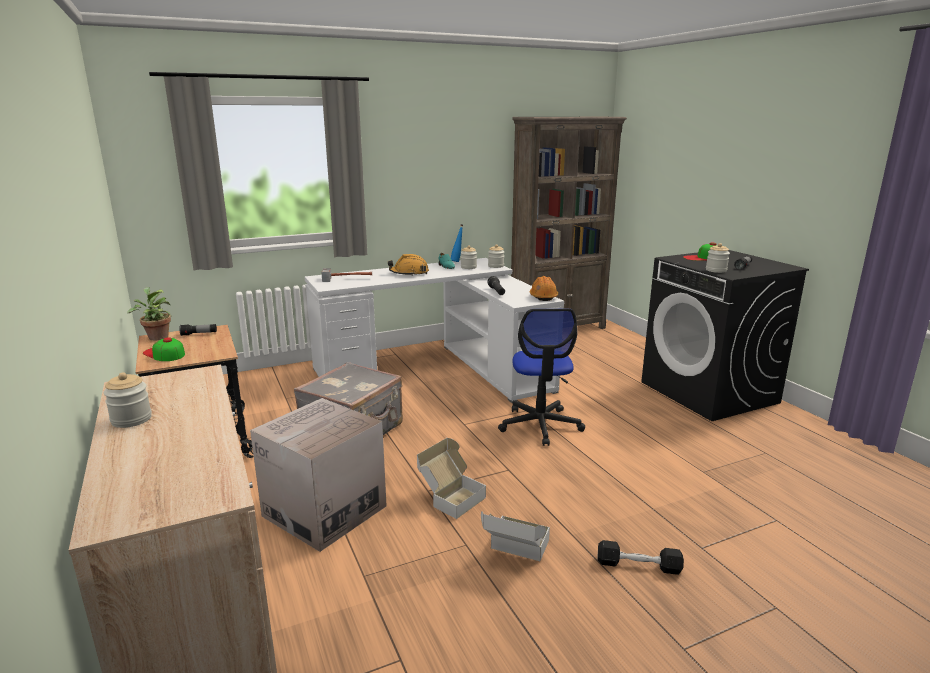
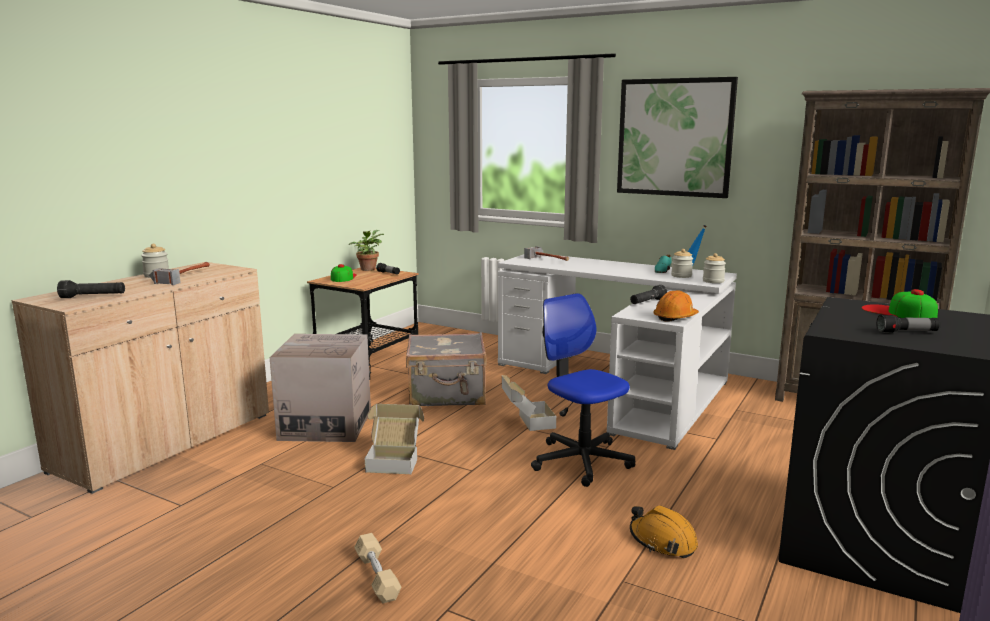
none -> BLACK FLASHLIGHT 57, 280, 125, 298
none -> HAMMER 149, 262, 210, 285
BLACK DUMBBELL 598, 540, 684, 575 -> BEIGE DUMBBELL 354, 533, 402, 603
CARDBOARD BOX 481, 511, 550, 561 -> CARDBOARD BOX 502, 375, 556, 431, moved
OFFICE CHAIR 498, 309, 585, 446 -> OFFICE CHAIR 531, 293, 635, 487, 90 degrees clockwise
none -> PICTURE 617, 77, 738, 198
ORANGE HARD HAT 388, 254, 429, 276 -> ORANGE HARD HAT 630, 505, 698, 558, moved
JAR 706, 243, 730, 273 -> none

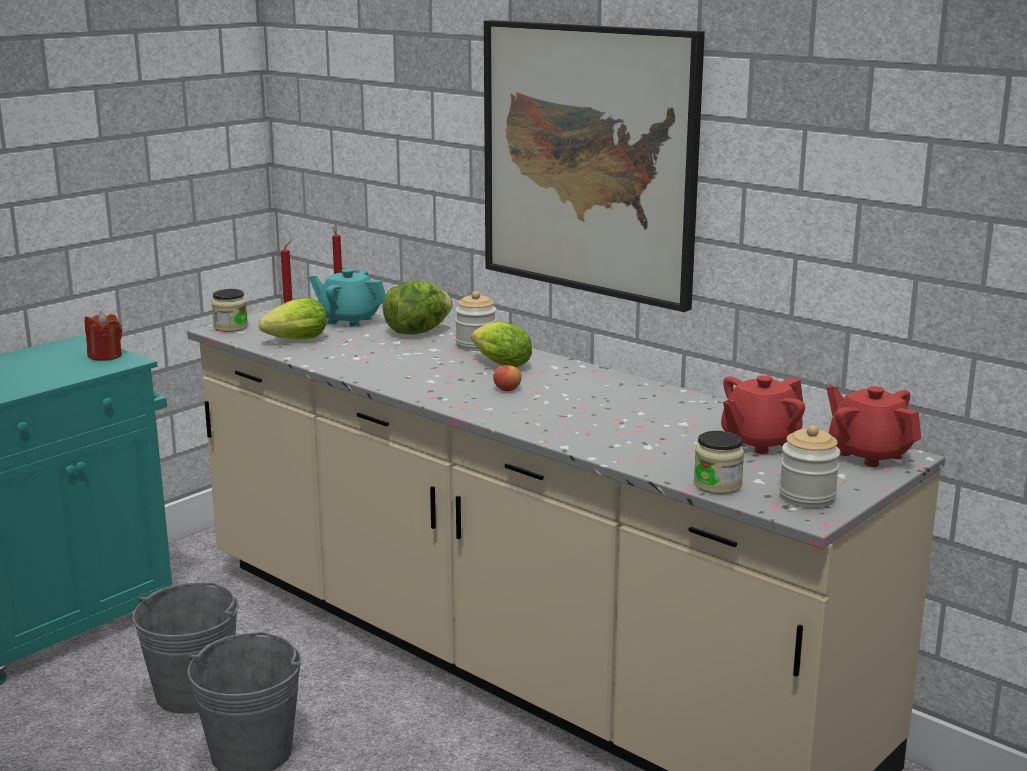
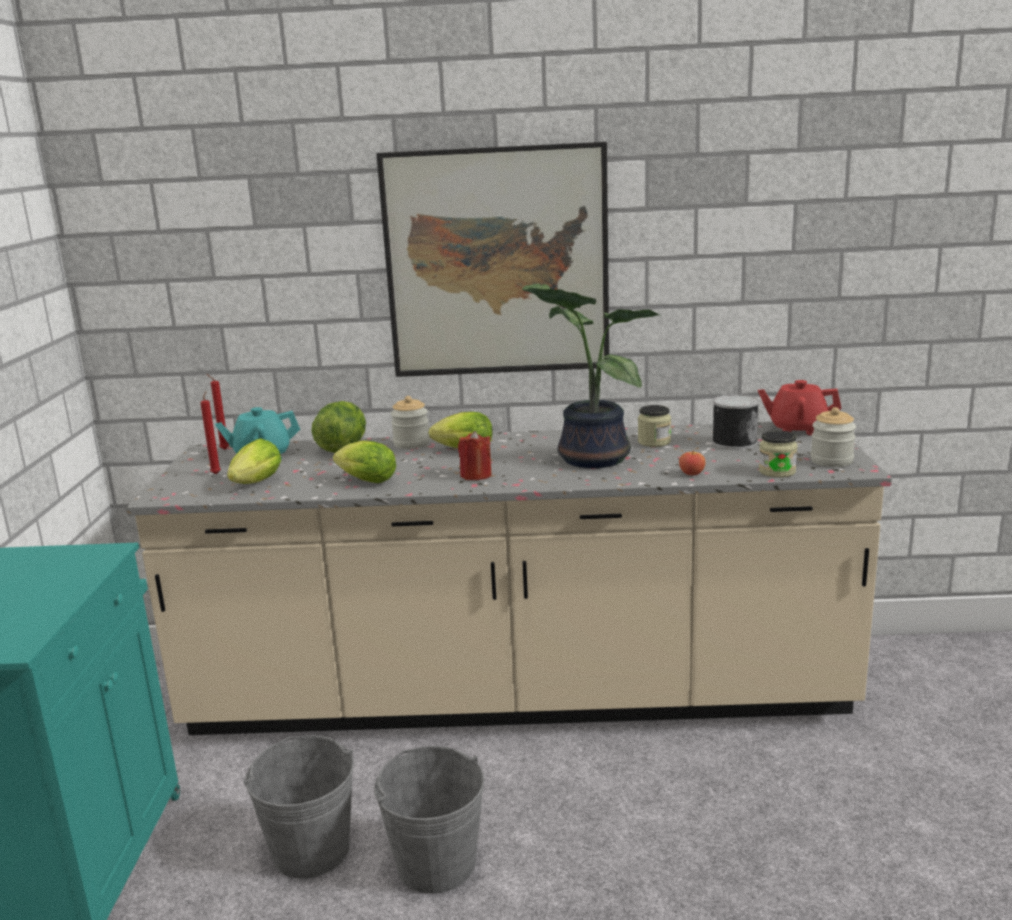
none -> LETTUCE 333, 441, 396, 483
RED CANDLE 85, 311, 122, 361 -> RED CANDLE 458, 431, 492, 480, moved
none -> POTTED PLANT 522, 284, 659, 468
JAR 211, 289, 248, 332 -> JAR 638, 405, 671, 447, moved
APPLE 493, 364, 522, 391 -> APPLE 679, 450, 706, 475, moved
RED TEAPOT 721, 375, 805, 454 -> CAN 712, 394, 759, 450

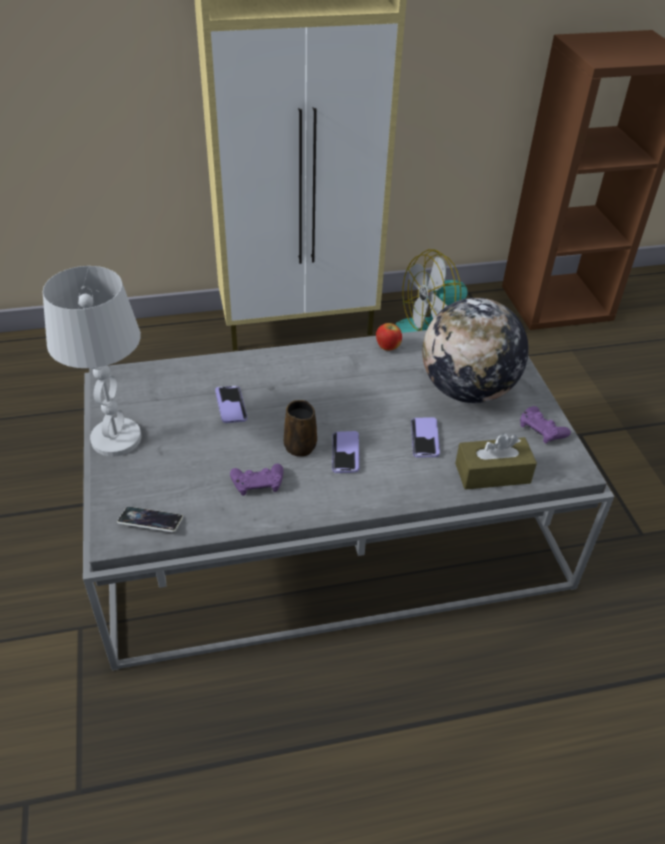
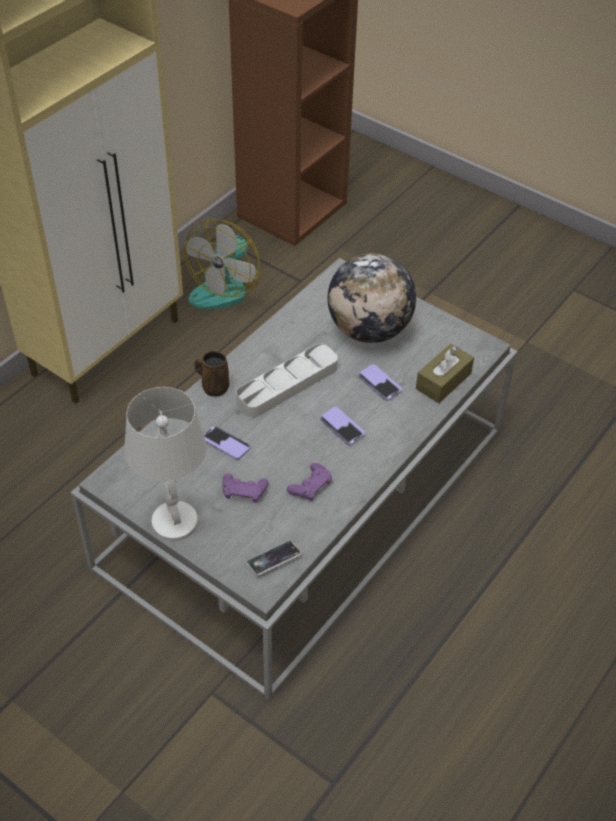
BROWN MUG 284, 400, 317, 457 -> BROWN MUG 195, 351, 229, 397, moved
PURPLE GAME CONTROLLER 520, 406, 571, 444 -> PURPLE GAME CONTROLLER 222, 473, 269, 503, moved
none -> GREY TRAY 236, 344, 338, 417
APPLE 376, 323, 402, 351 -> none

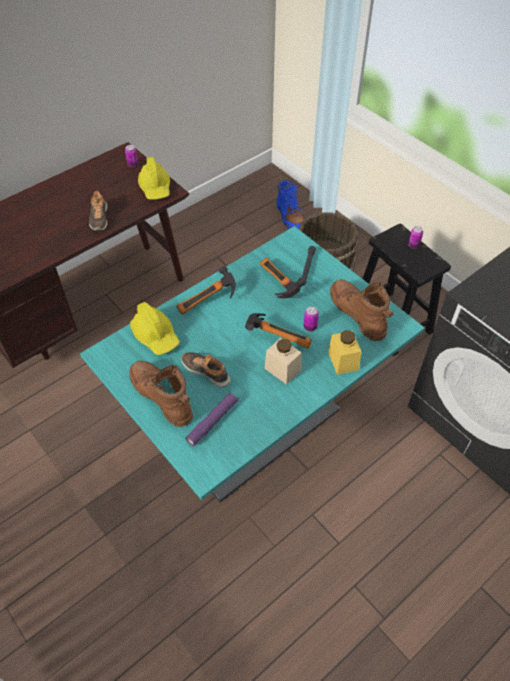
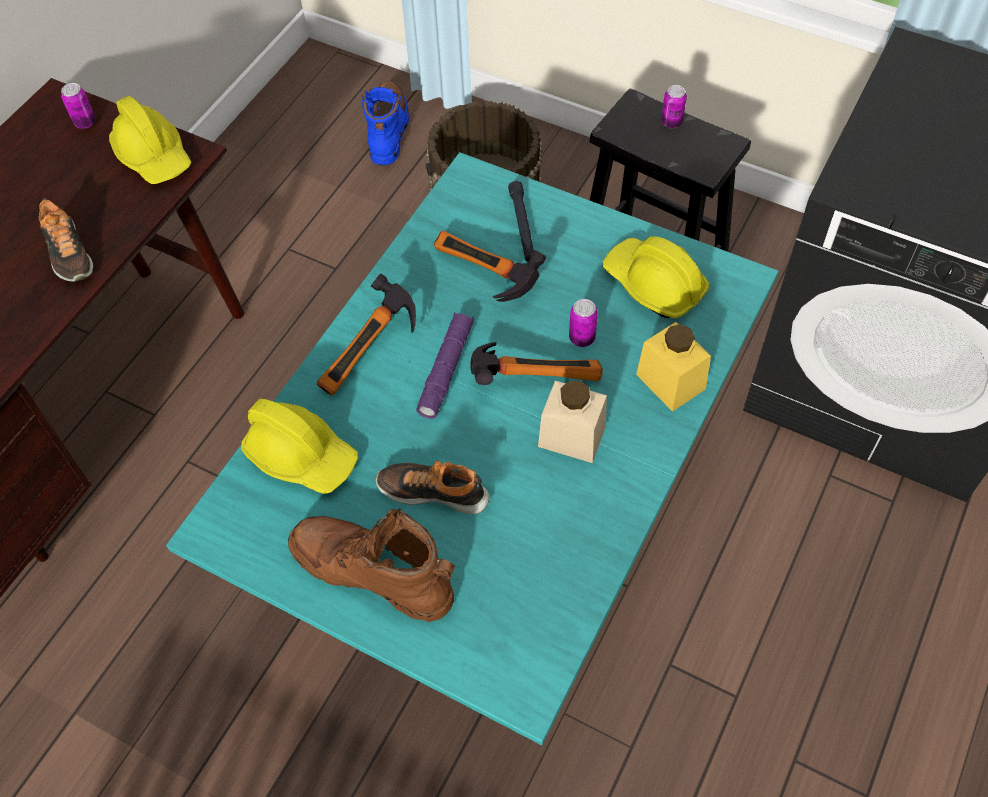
BLUE BOOT 276, 177, 305, 229 -> BLUE BOOT 361, 81, 409, 166, 135 degrees counterclockwise
PURPLE FLASHLIGHT 185, 392, 239, 446 -> PURPLE FLASHLIGHT 416, 312, 474, 419, moved
BROWN BOOT 330, 279, 393, 341 -> YELLOW HARD HAT 603, 236, 709, 318

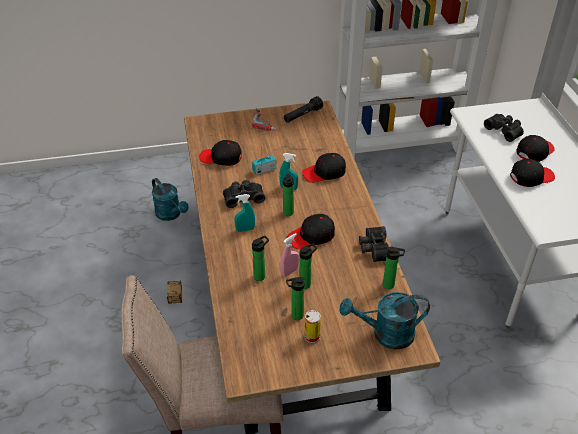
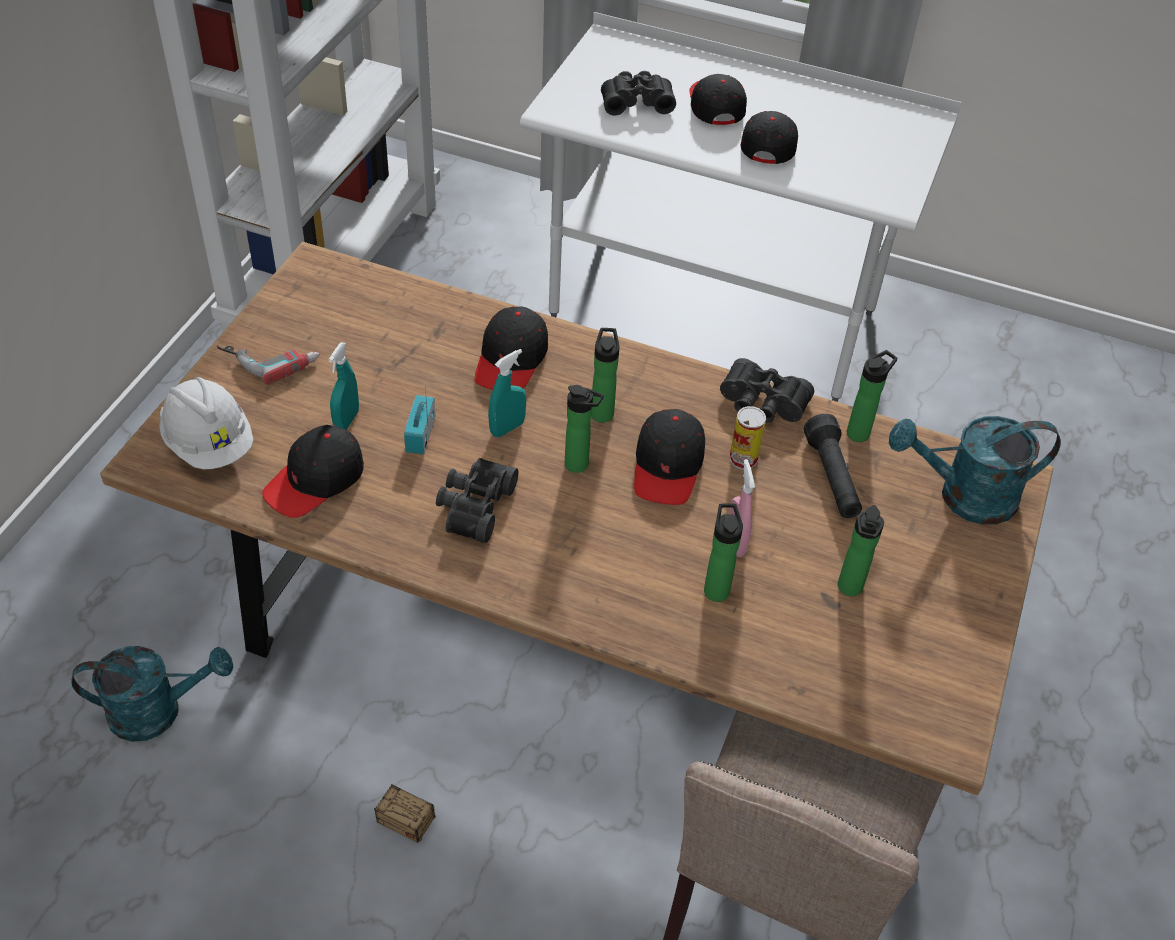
none -> WHITE HARD HAT 159, 377, 253, 469
TURQUOISE SPRAY BOTTLE 234, 194, 255, 232 -> TURQUOISE SPRAY BOTTLE 328, 342, 359, 430, moved
BOTTLE 299, 244, 317, 289 -> BOTTLE 591, 328, 620, 423, moved
CAN 305, 310, 321, 343 -> CAN 730, 406, 766, 470, moved
BLACK FLASHLIGHT 284, 96, 323, 123 -> BLACK FLASHLIGHT 804, 414, 862, 518, moved
TURQUOISE WATERING CAN 340, 292, 430, 350 -> TURQUOISE WATERING CAN 889, 416, 1061, 525, 60 degrees clockwise

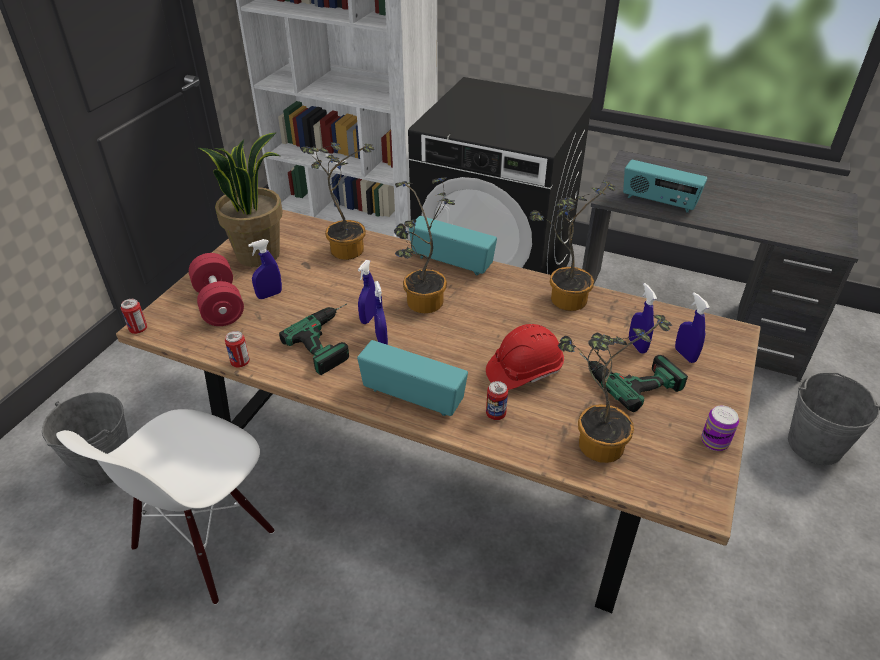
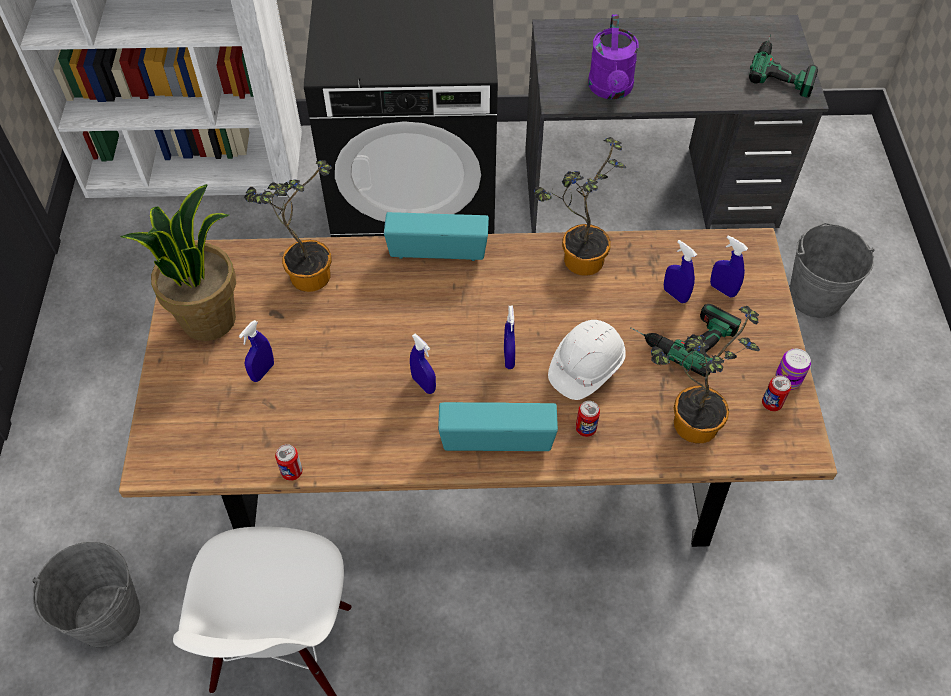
BLUE SPRAY BOTTLE 358, 260, 375, 324 -> BLUE SPRAY BOTTLE 504, 306, 515, 369, moved
RED HARD HAT 486, 324, 564, 390 -> WHITE HARD HAT 548, 320, 626, 400
RADIO 623, 160, 708, 213 -> PURPLE WATERING CAN 588, 14, 639, 100
POWER DRILL 279, 303, 349, 375 -> POWER DRILL 749, 34, 818, 97, moved
CAN 121, 299, 147, 334 -> CAN 762, 375, 791, 411, moved
RED DUMBBELL 189, 253, 244, 326 -> none
POTTED PLANT 394, 177, 455, 313 -> none

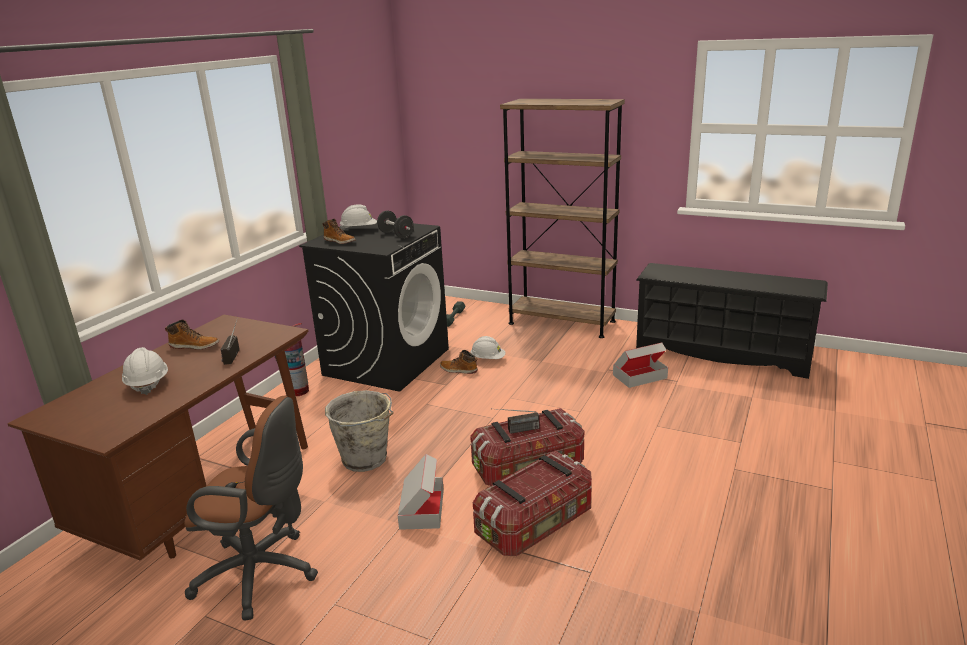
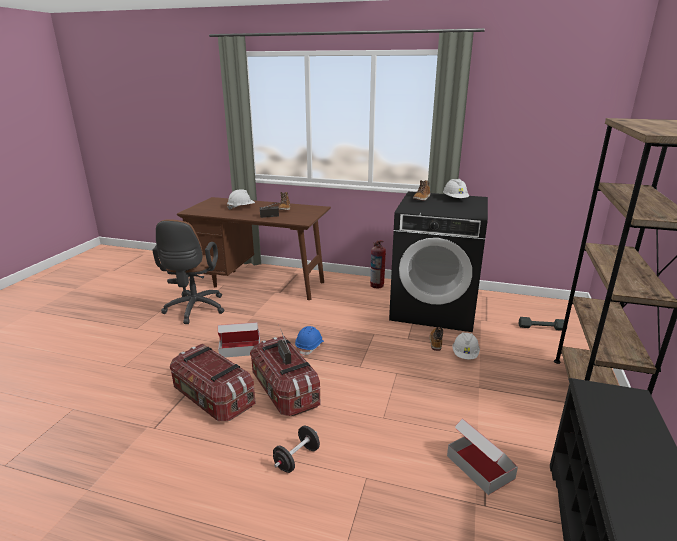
BLACK DUMBBELL 377, 211, 414, 238 -> BLACK DUMBBELL 273, 426, 320, 473, moved
none -> BLUE HARD HAT 295, 326, 324, 356
GREY BUCKET 325, 390, 394, 472 -> none

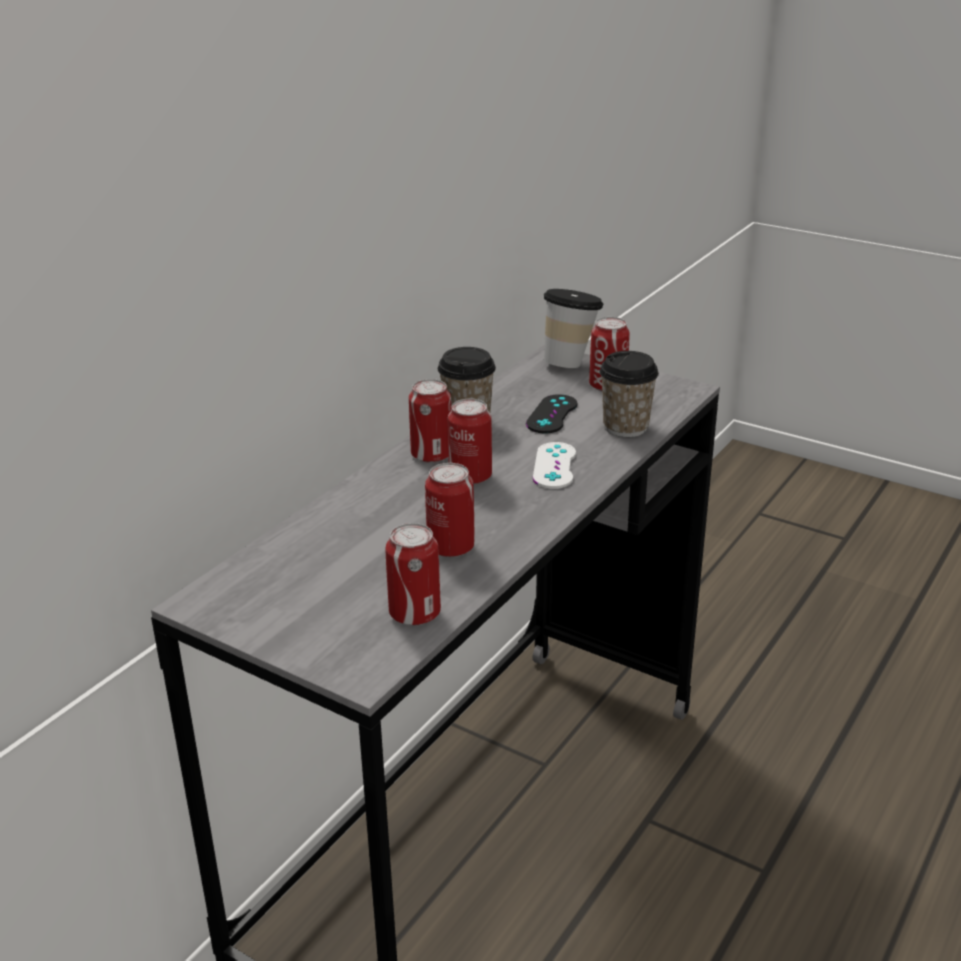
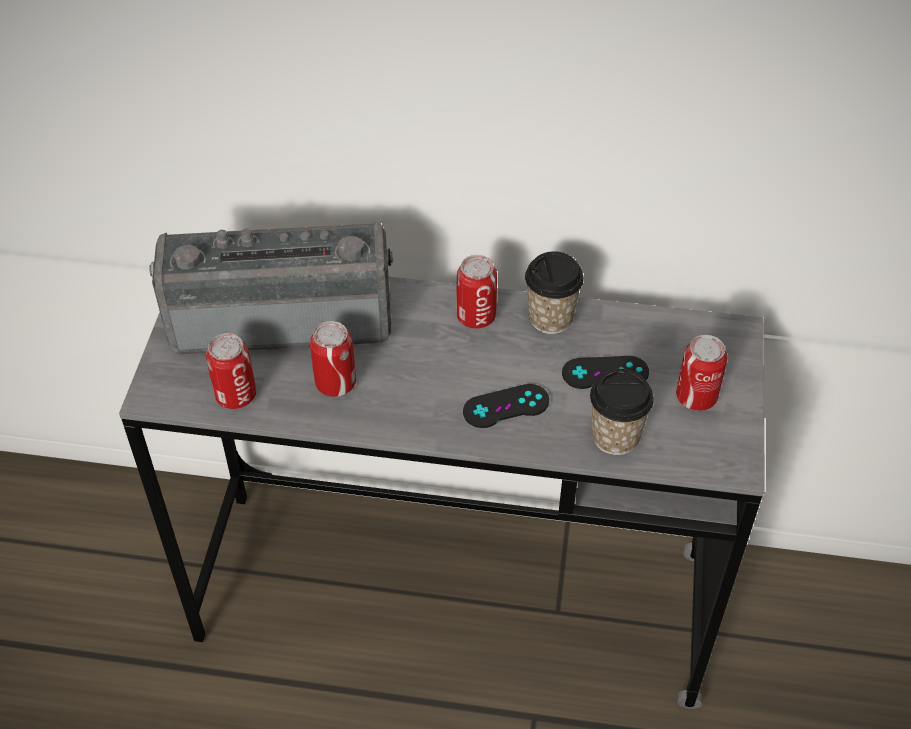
none -> RADIO 149, 221, 393, 355
WHITE GAME CONTROLLER 533, 442, 576, 489 -> BLACK GAME CONTROLLER 463, 384, 549, 428
CAN 448, 399, 492, 485 -> none
CUP 544, 289, 604, 368 -> none

